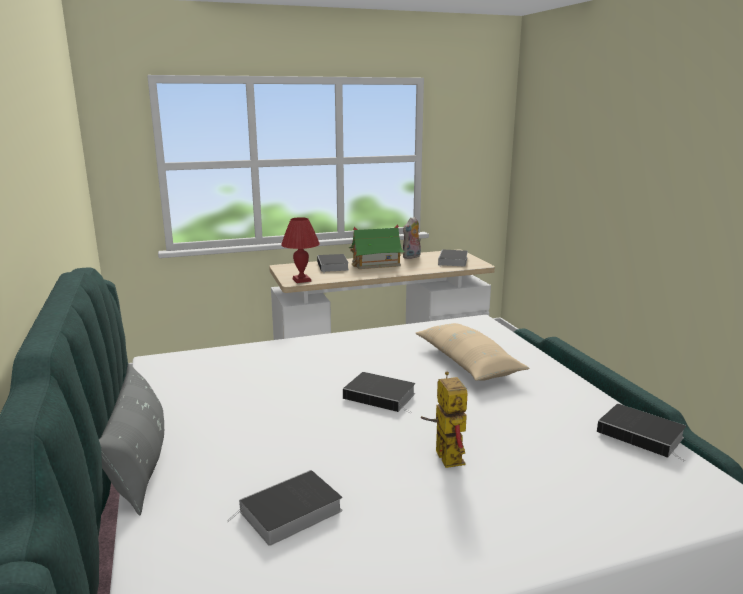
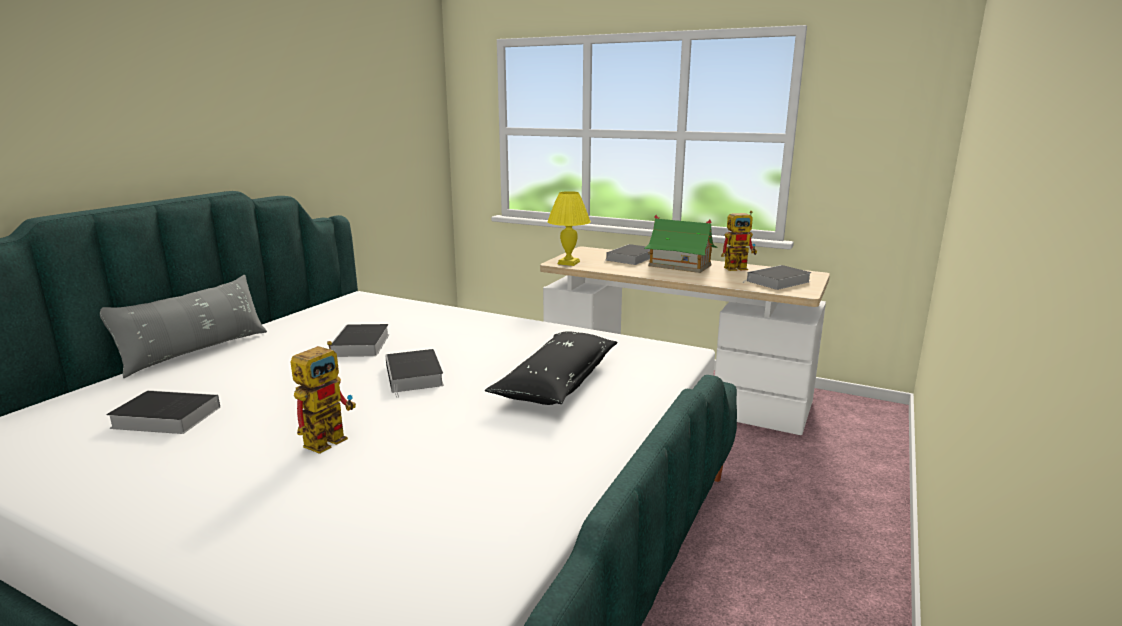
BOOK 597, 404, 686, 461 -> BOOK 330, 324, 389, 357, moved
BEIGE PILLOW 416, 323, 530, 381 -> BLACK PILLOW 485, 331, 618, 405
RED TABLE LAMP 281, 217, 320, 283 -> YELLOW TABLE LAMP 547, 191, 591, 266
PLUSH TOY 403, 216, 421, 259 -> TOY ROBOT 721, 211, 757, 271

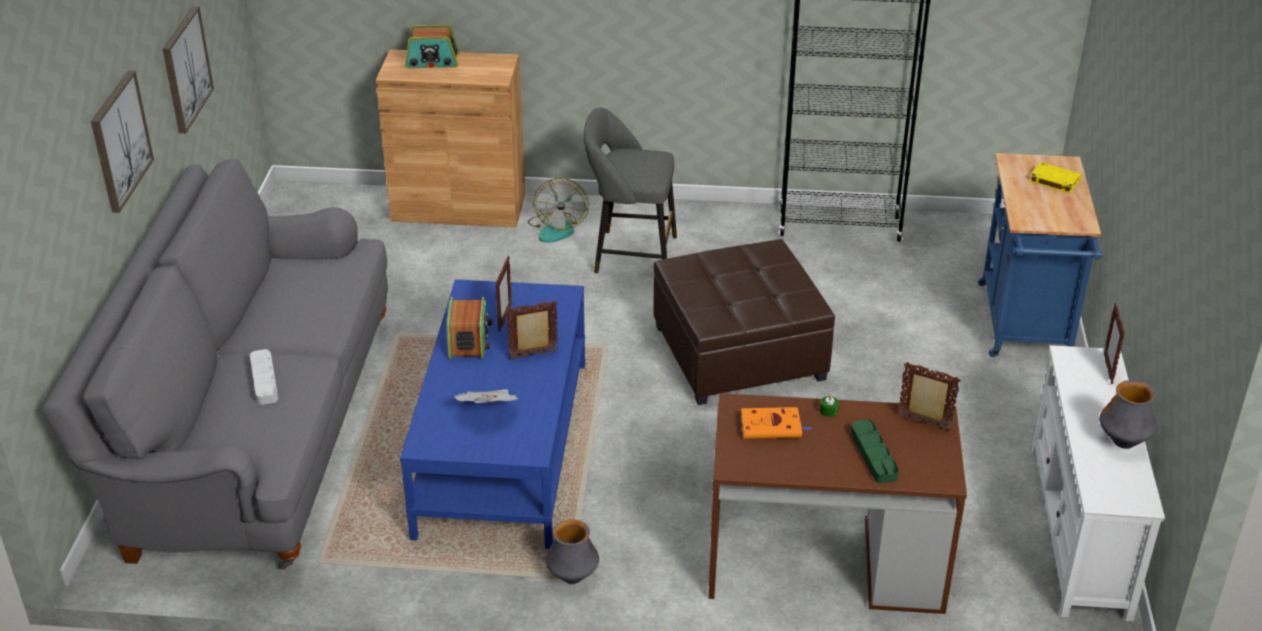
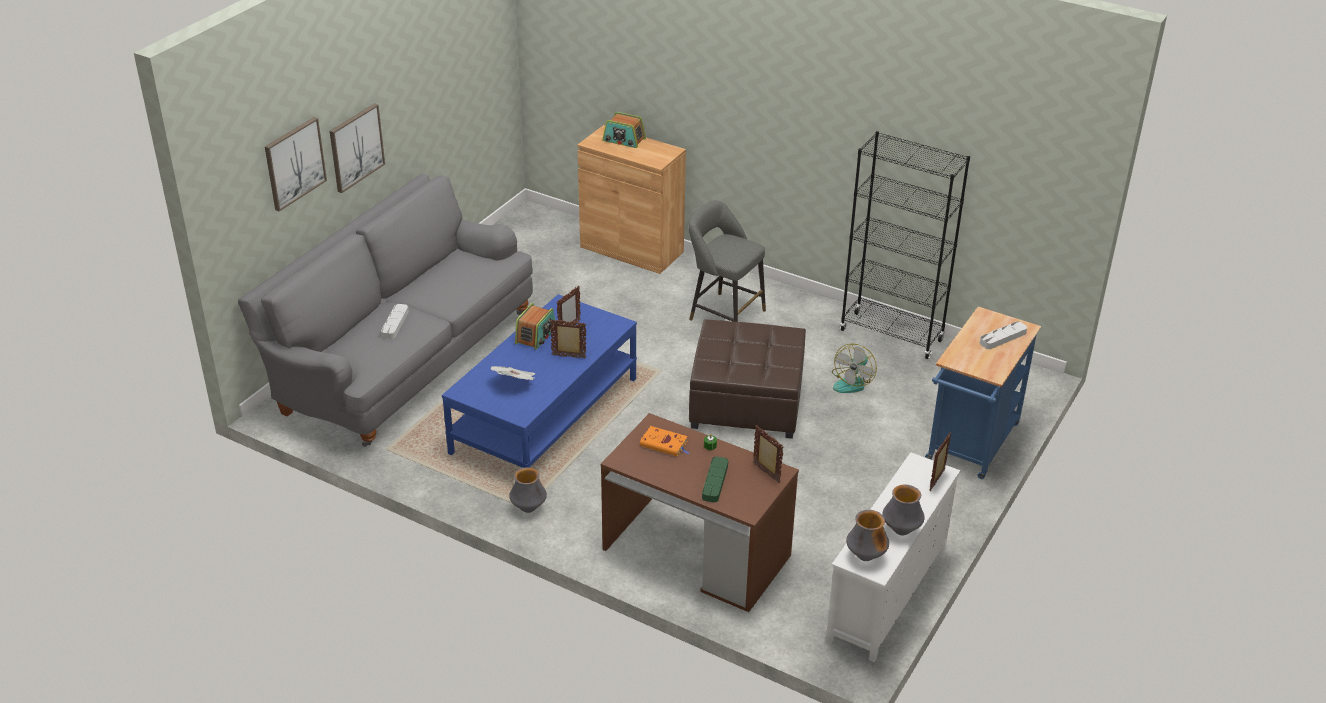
PICTURE 162, 6, 214, 134 -> PICTURE 265, 117, 327, 211, moved
FAN 528, 178, 589, 243 -> FAN 832, 343, 877, 393, moved
none -> VASE 846, 510, 889, 561
YELLOW BOOK 1029, 162, 1082, 193 -> GREY TRAY 980, 321, 1027, 349

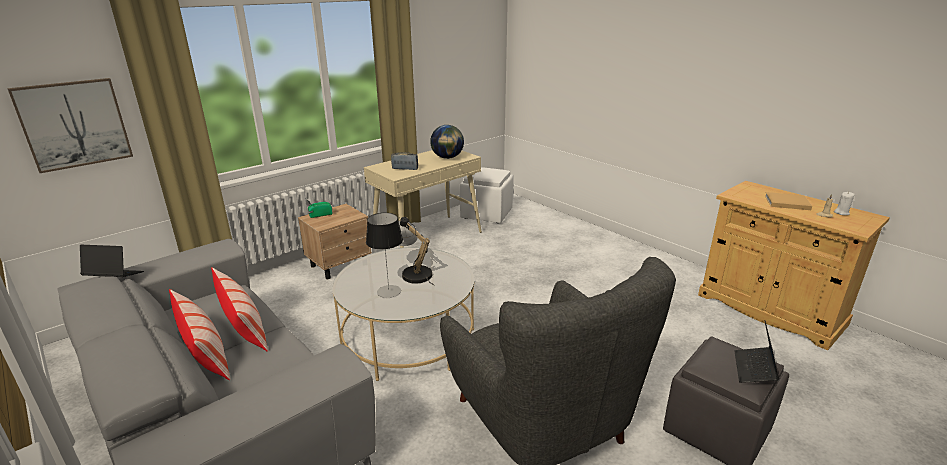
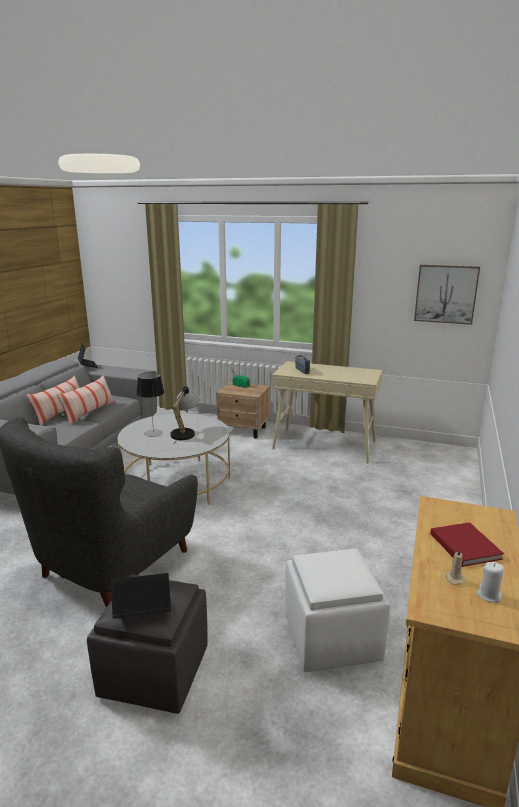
WHITE OTTOMAN 460, 167, 514, 223 -> WHITE OTTOMAN 285, 548, 390, 672, moved
PICTURE 7, 78, 133, 173 -> PICTURE 414, 265, 480, 325, moved
BEIGE BOOK 765, 192, 812, 210 -> RED BOOK 430, 522, 504, 567
GLOBE 430, 125, 464, 159 -> none

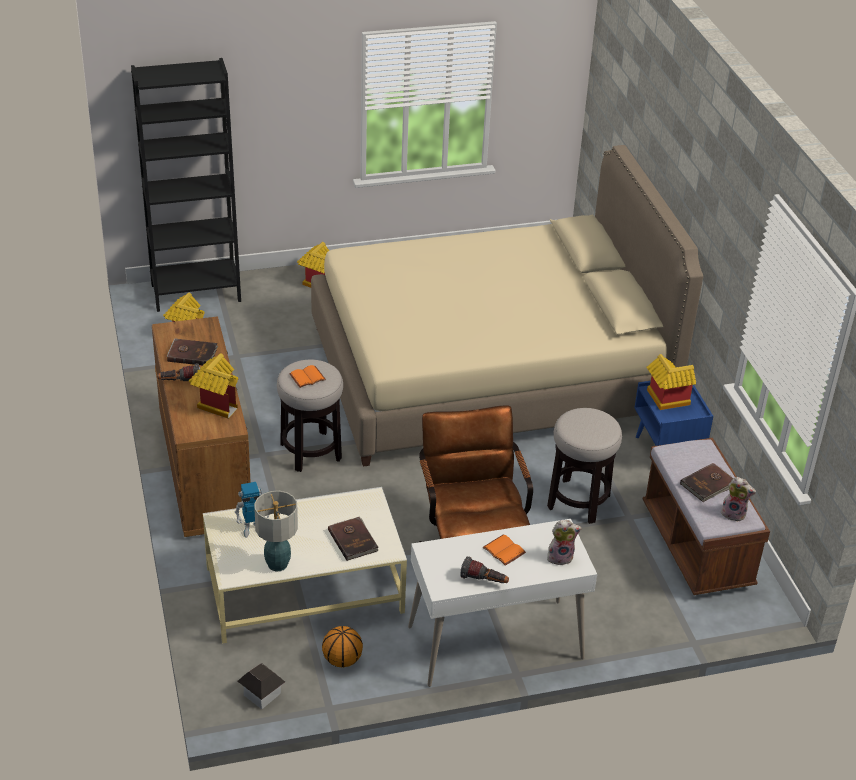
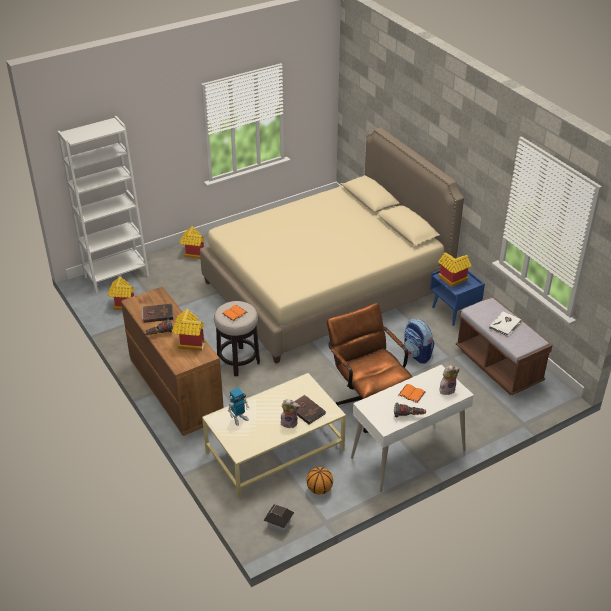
BLACK BOOKCASE 131, 58, 241, 312 -> WHITE BOOKCASE 58, 116, 149, 294
PLUSH TOY 721, 477, 756, 522 -> PLUSH TOY 281, 399, 300, 428, moved
STOOL 547, 408, 622, 524 -> BACKPACK 404, 319, 434, 363
BROWN BOOK 680, 463, 733, 502 -> WHITE BOOK 489, 312, 523, 337
TABLE LAMP 254, 491, 298, 571 -> none

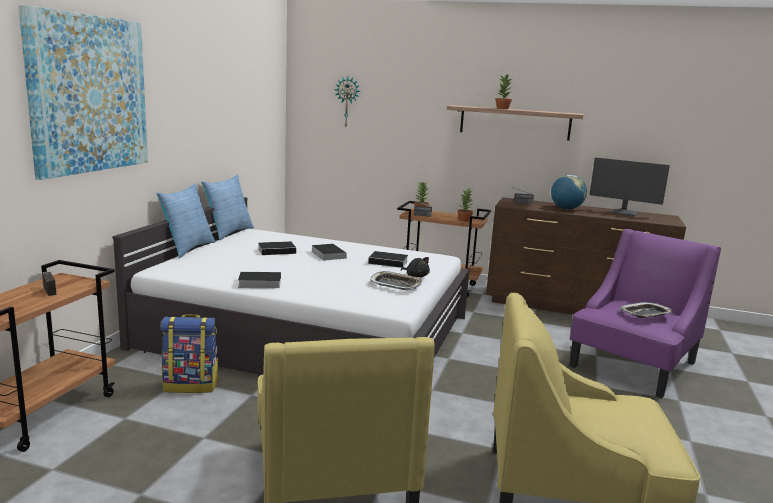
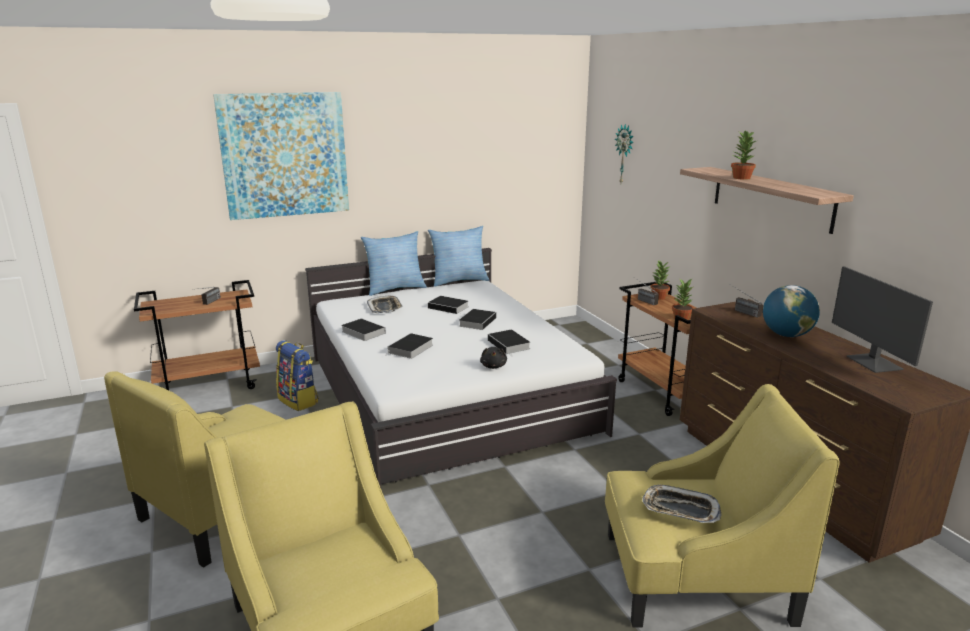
TRAY 370, 271, 422, 290 -> TRAY 367, 296, 403, 313, moved
none -> BOOK 385, 333, 433, 359
PURPLE ARMCHAIR 569, 229, 721, 398 -> YELLOW ARMCHAIR 605, 384, 840, 628

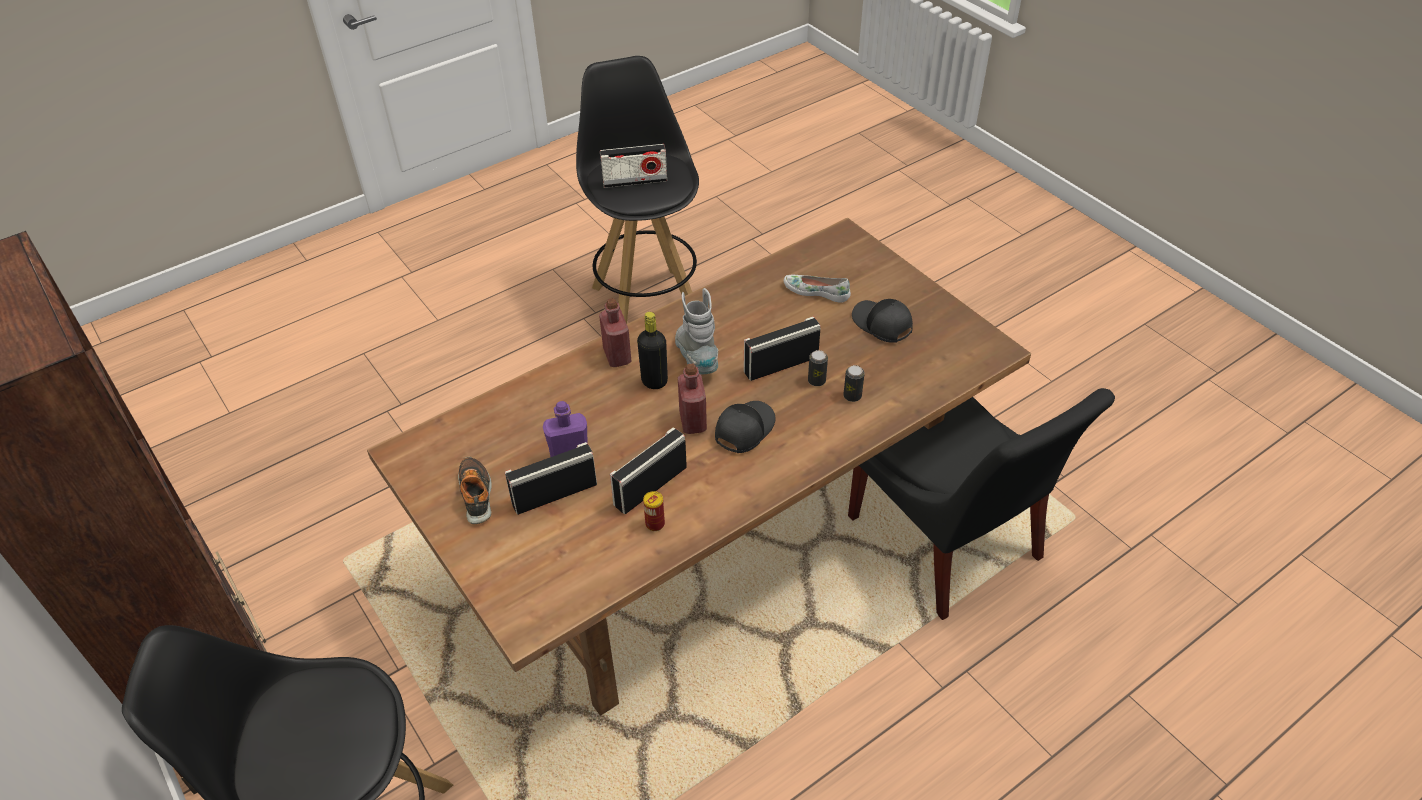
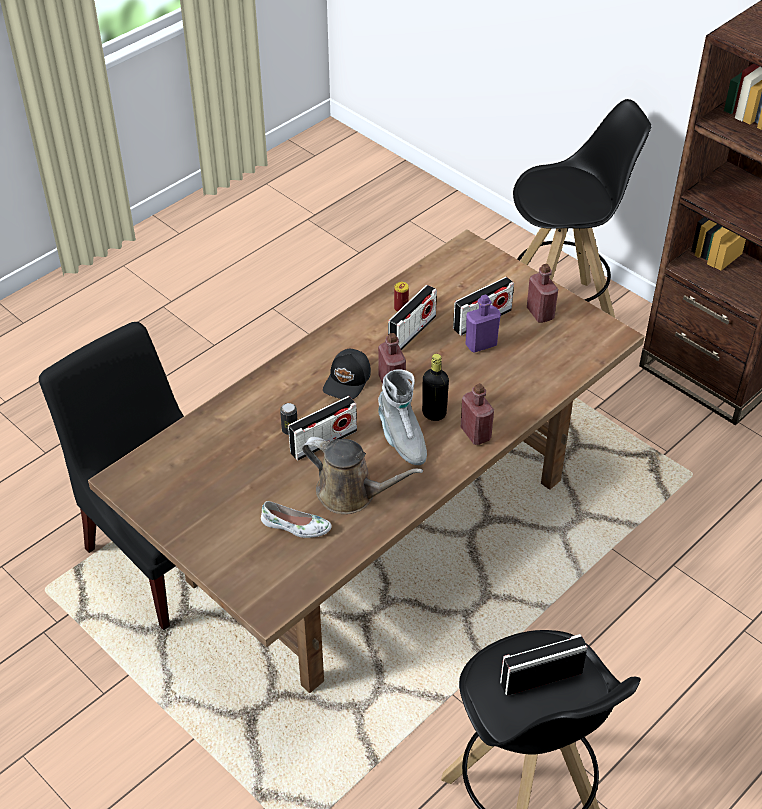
none -> BROWN WATERING CAN 302, 437, 423, 514
SHOE 458, 457, 492, 524 -> RED BOTTLE 527, 264, 558, 323
CAN 843, 365, 865, 402 -> none
BLACK CAP 852, 299, 913, 343 -> none

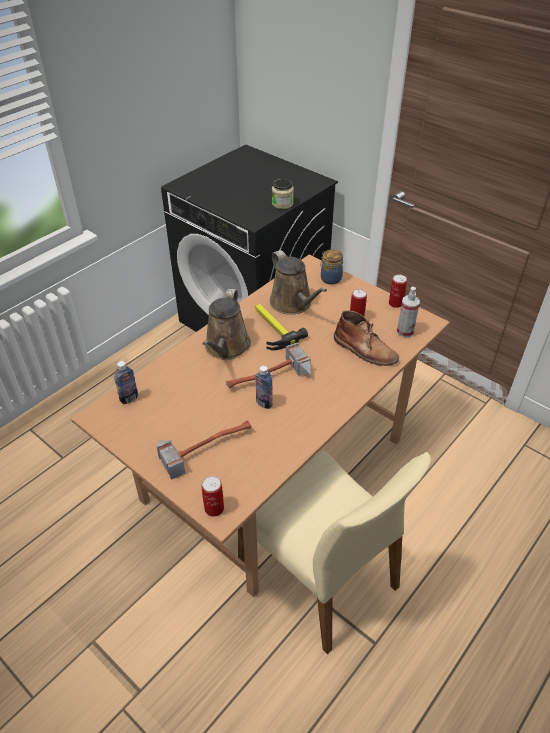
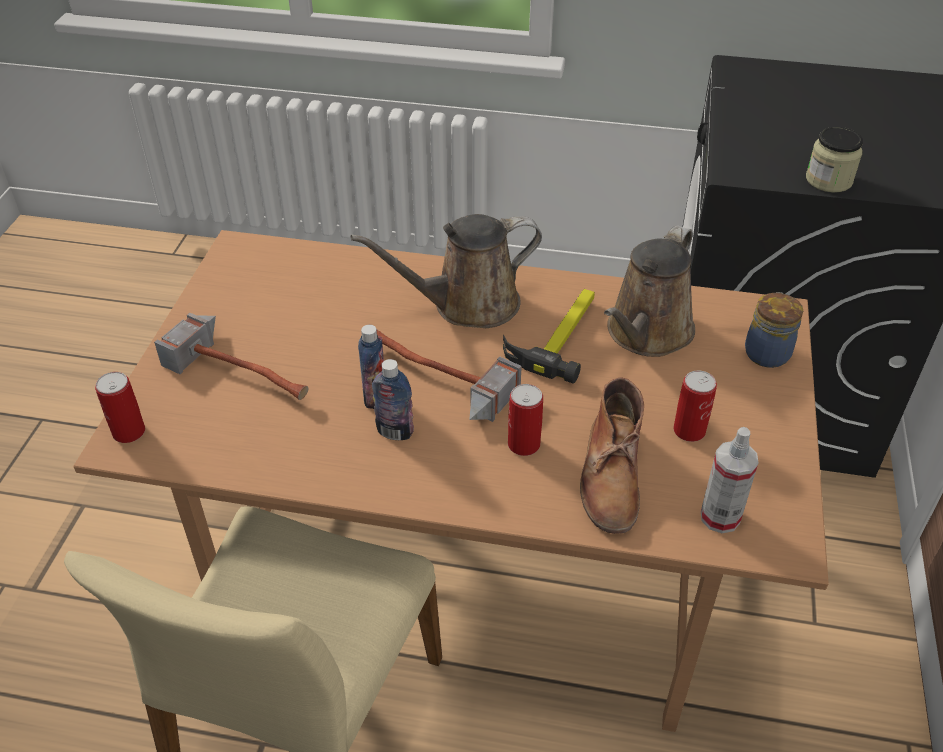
BOTTLE 114, 361, 138, 404 -> BOTTLE 372, 359, 414, 440, moved
CAN 389, 275, 407, 308 -> CAN 508, 384, 543, 456, moved

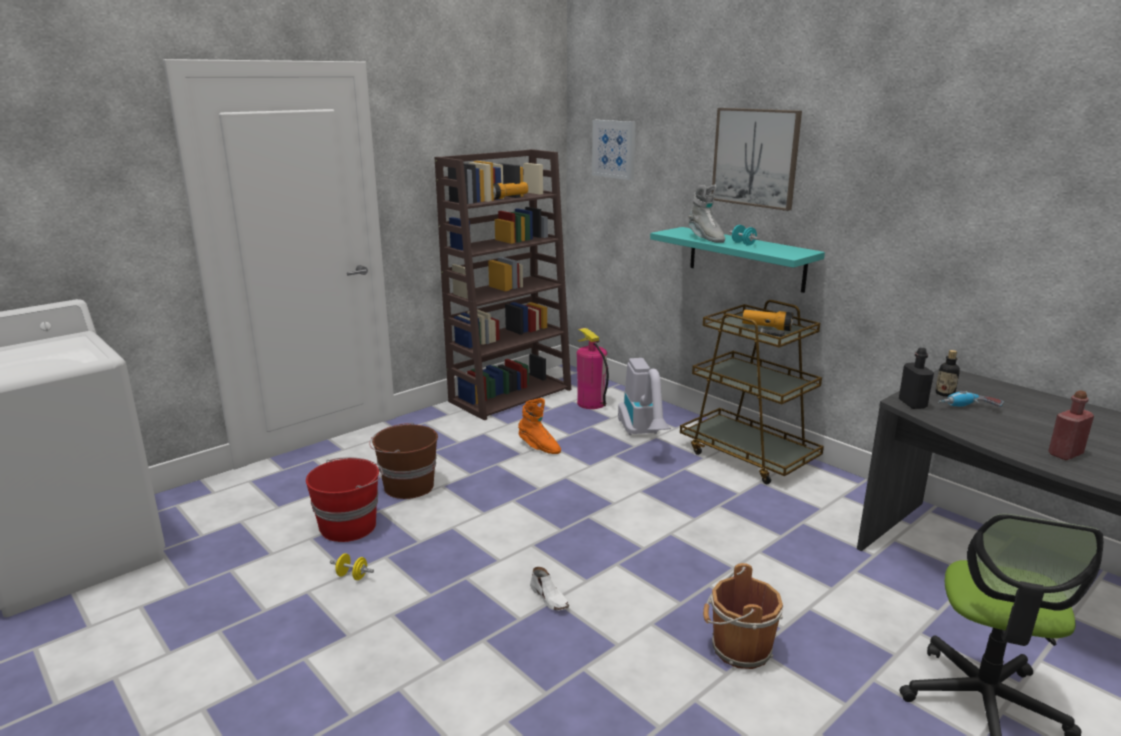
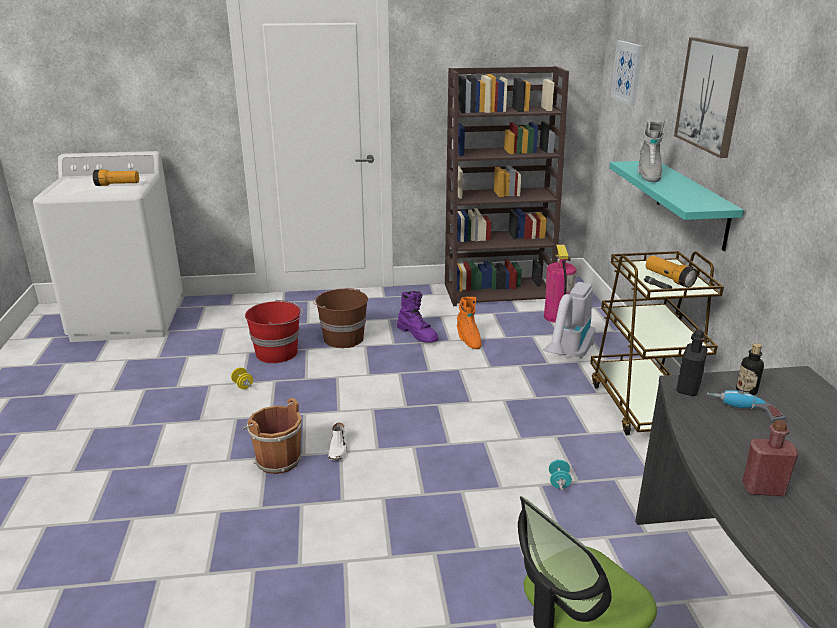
FLASHLIGHT 493, 182, 528, 200 -> FLASHLIGHT 93, 170, 139, 186, moved
BROWN BUCKET 703, 563, 783, 669 -> BROWN BUCKET 243, 398, 302, 474, moved
none -> PURPLE BOOT 397, 291, 438, 343
TURQUOISE DUMBBELL 730, 225, 759, 246 -> TURQUOISE DUMBBELL 549, 459, 572, 490, moved

